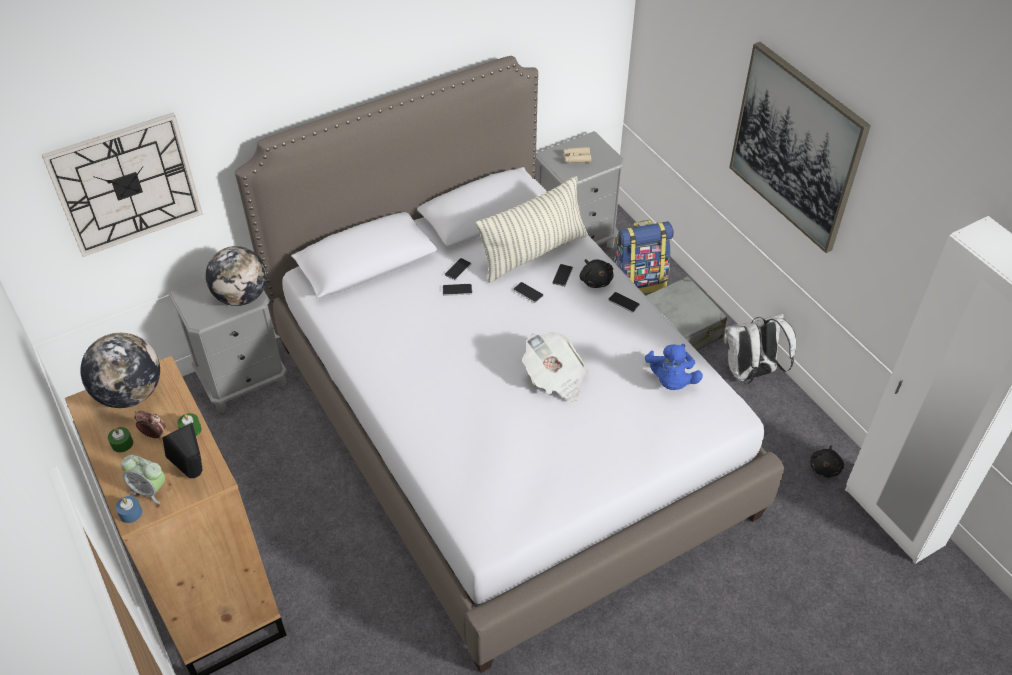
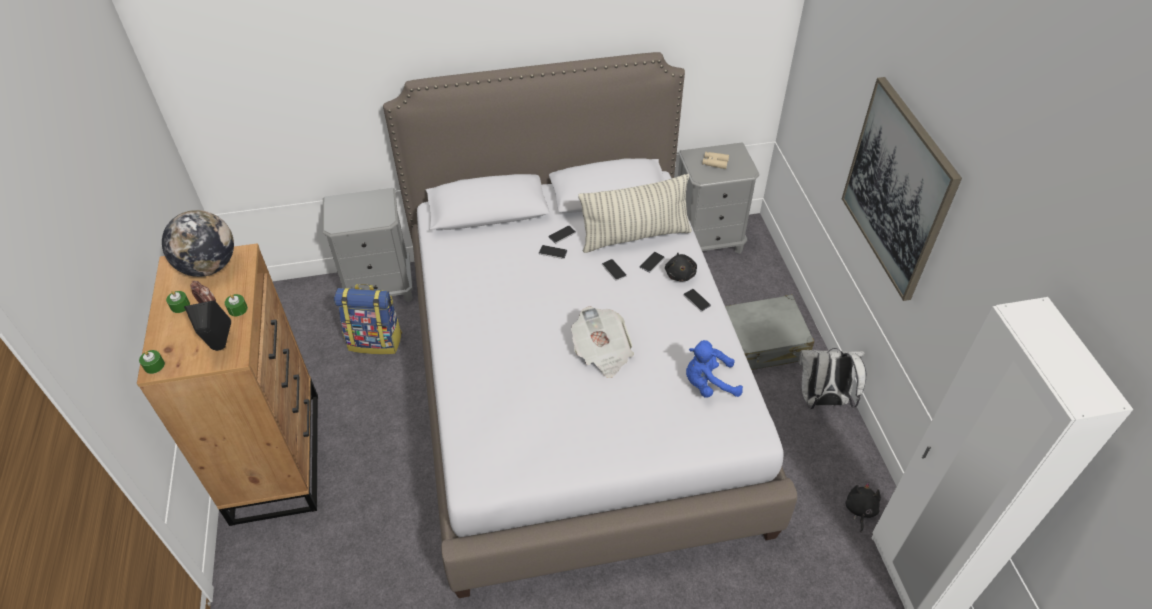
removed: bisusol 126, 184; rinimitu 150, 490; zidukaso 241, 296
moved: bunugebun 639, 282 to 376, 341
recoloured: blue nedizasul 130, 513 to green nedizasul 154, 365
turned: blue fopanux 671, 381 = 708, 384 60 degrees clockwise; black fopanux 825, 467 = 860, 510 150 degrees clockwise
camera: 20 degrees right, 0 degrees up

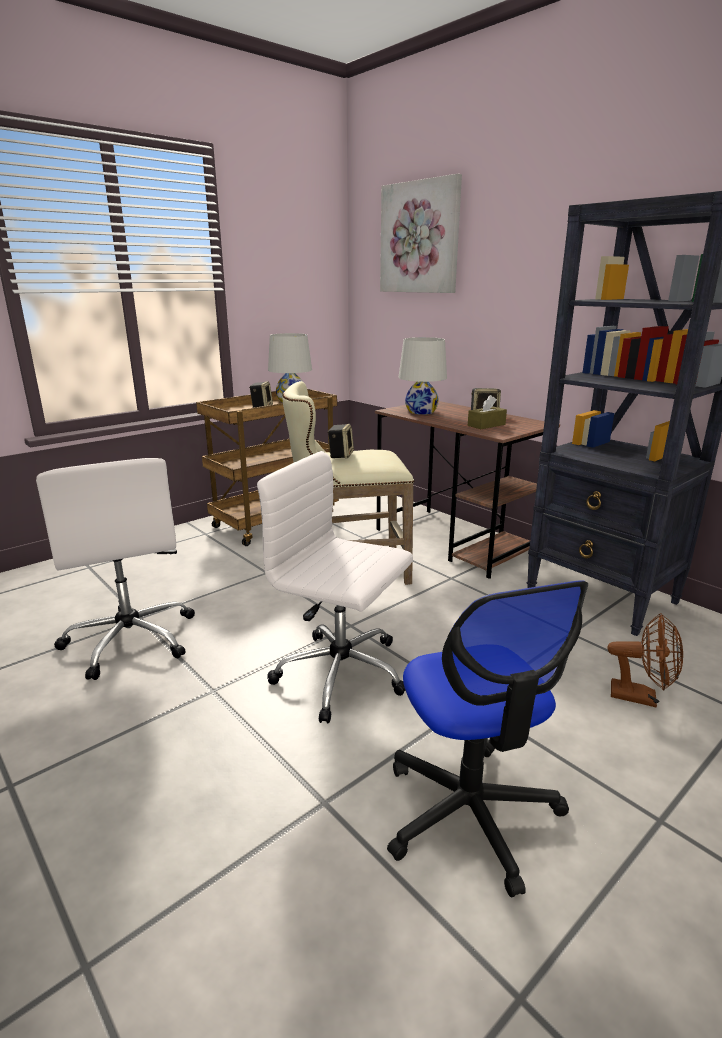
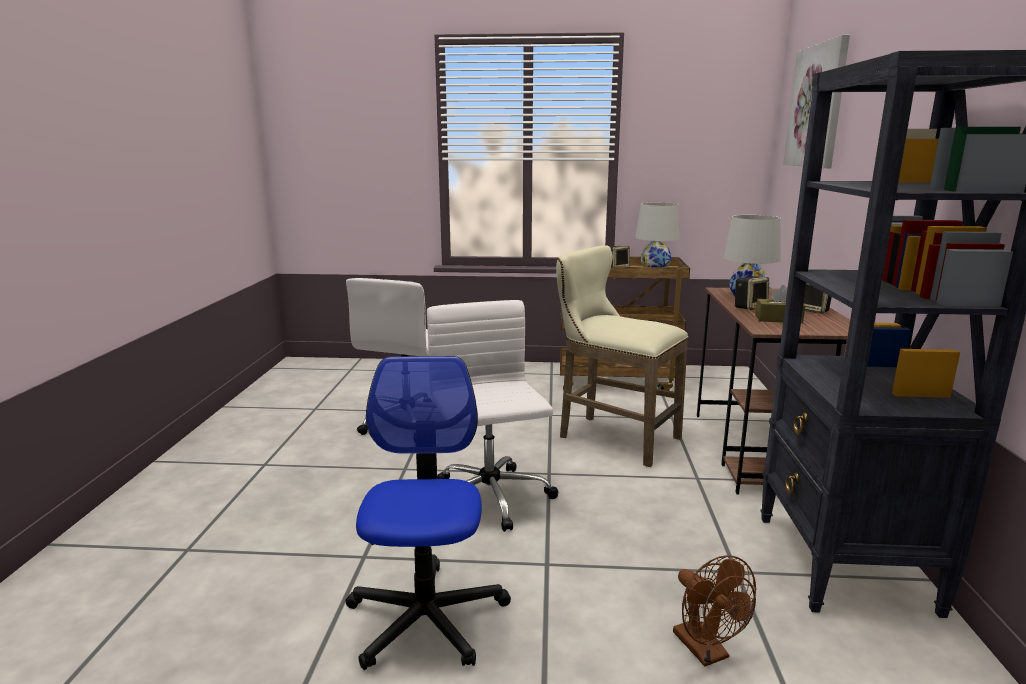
moved: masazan 340, 455 to 750, 307
turned: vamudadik 470, 813 = 426, 618 150 degrees clockwise
camera: 45 degrees right, 5 degrees down

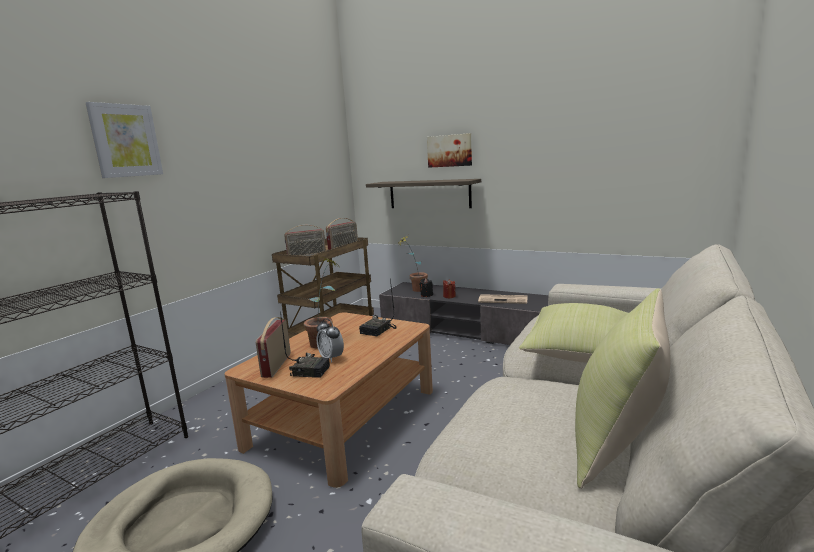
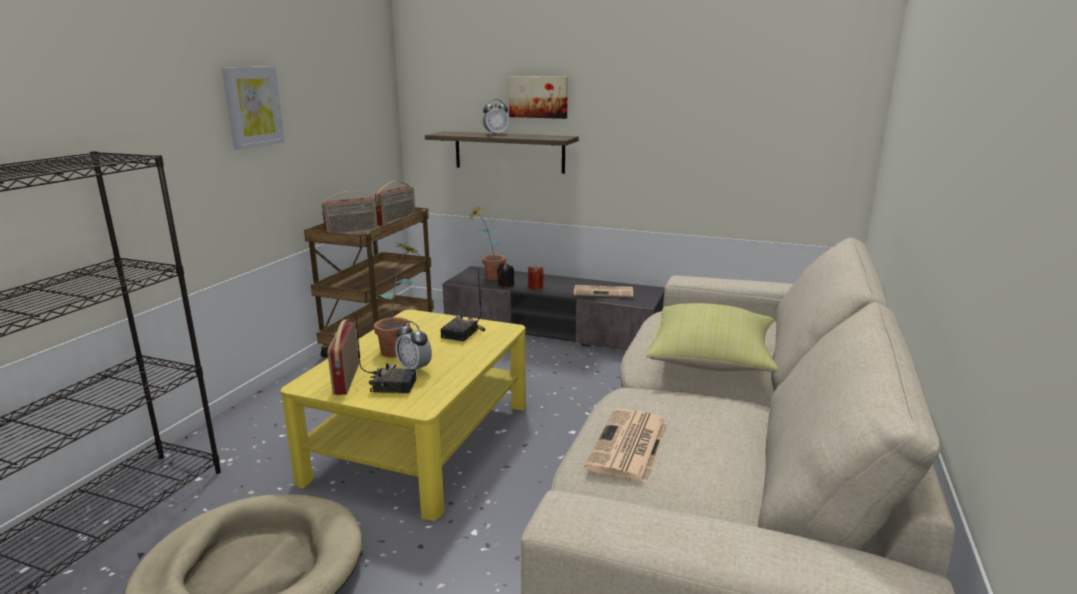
removed: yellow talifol 617, 442
added: rinimitu 496, 134; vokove 629, 446
moved: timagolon 125, 141 to 252, 107
recoloured: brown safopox 344, 417 to yellow safopox 422, 441
camera: 10 degrees left, 5 degrees up

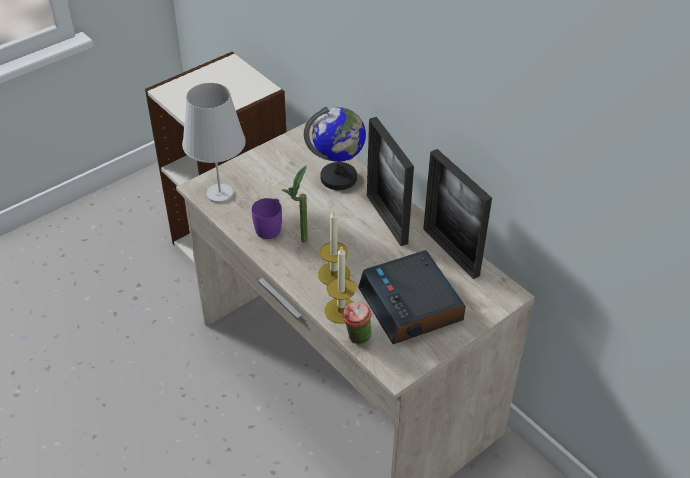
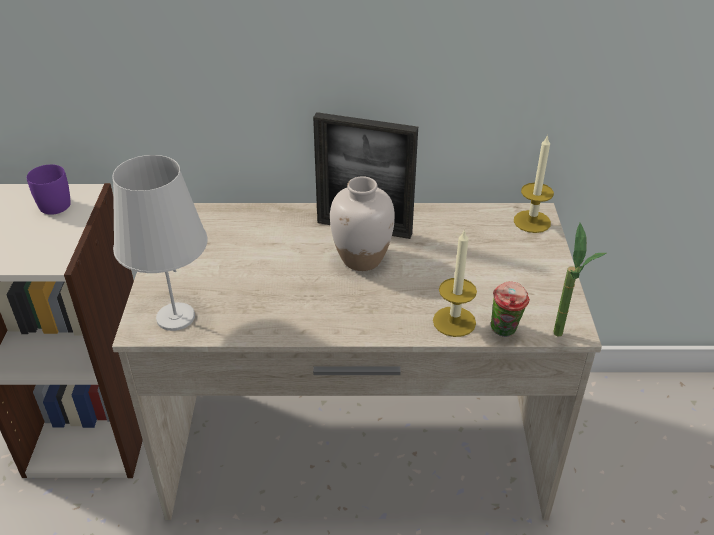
removed: zidukaso 339, 178; rinimitu 412, 305; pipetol 450, 252
added: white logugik 362, 259
moved: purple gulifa 270, 227 to 53, 202; nedizasul 334, 274 to 532, 221; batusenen 300, 244 to 563, 340
camera: 50 degrees left, 5 degrees down

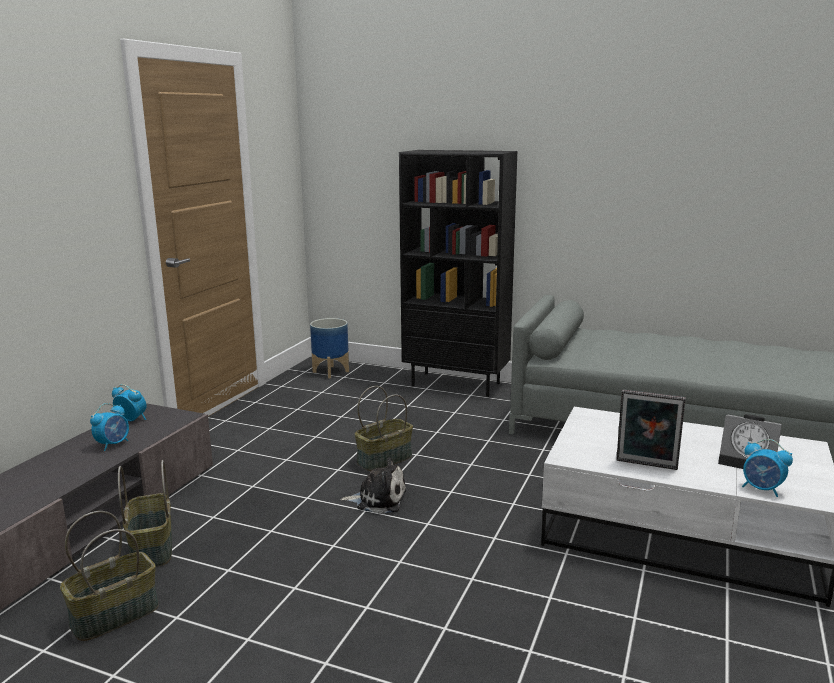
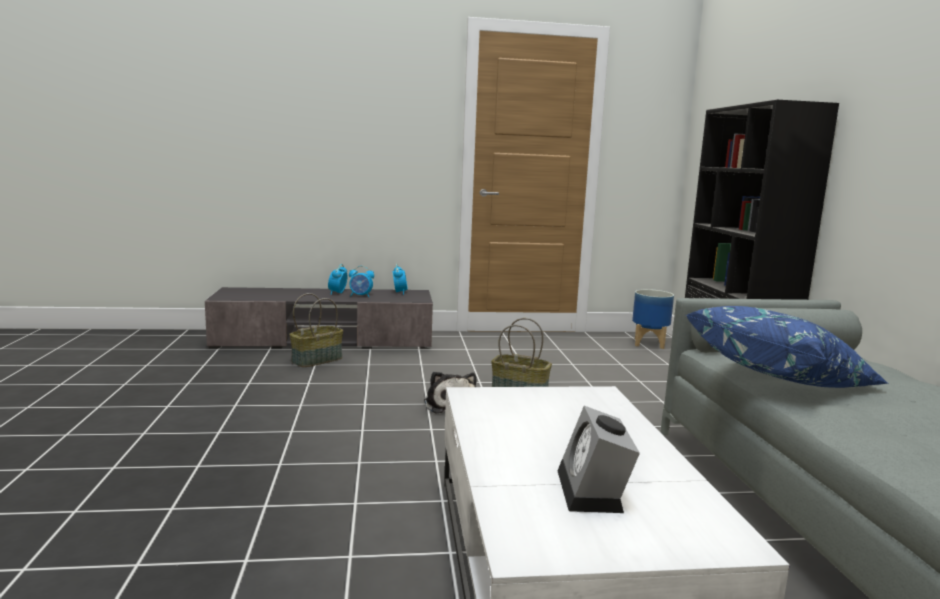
removed: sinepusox 115, 614; pipetol 646, 466
added: blue talifol 780, 380
moved: rinimitu 762, 489 to 337, 293
camera: 60 degrees right, 5 degrees down

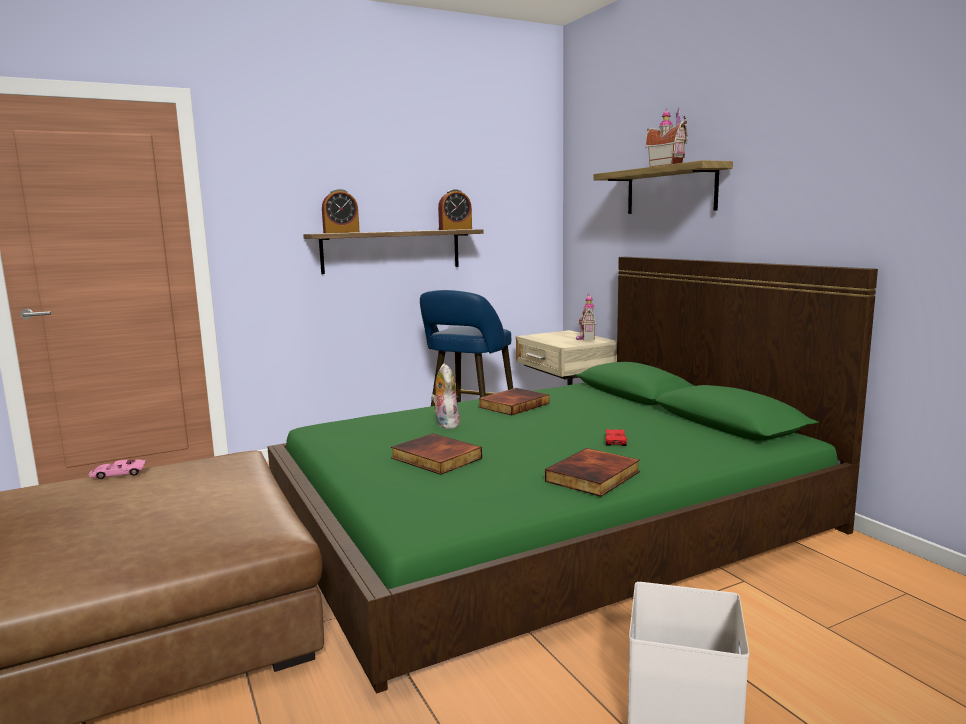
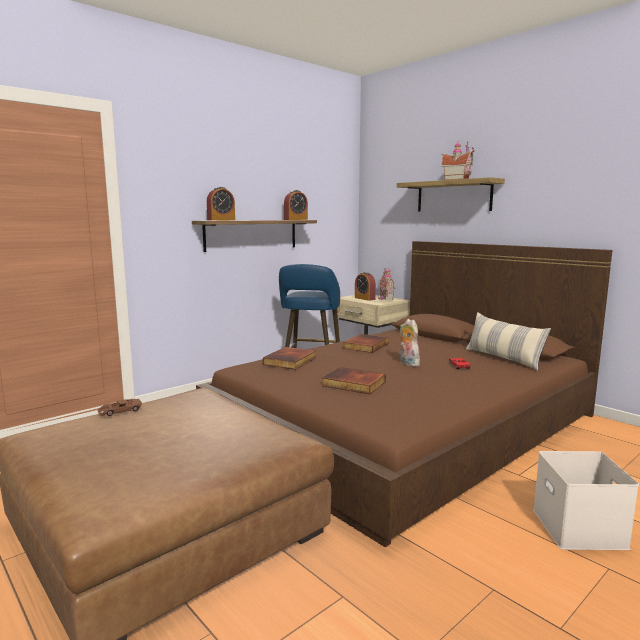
added: rinimitu 364, 298; talifol 503, 358
moved: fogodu 594, 477 to 290, 361; fopanux 445, 424 to 407, 363
recoloured: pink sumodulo 118, 474 to brown sumodulo 119, 411; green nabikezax 546, 519 to brown nabikezax 405, 424
camera: 15 degrees left, 0 degrees up

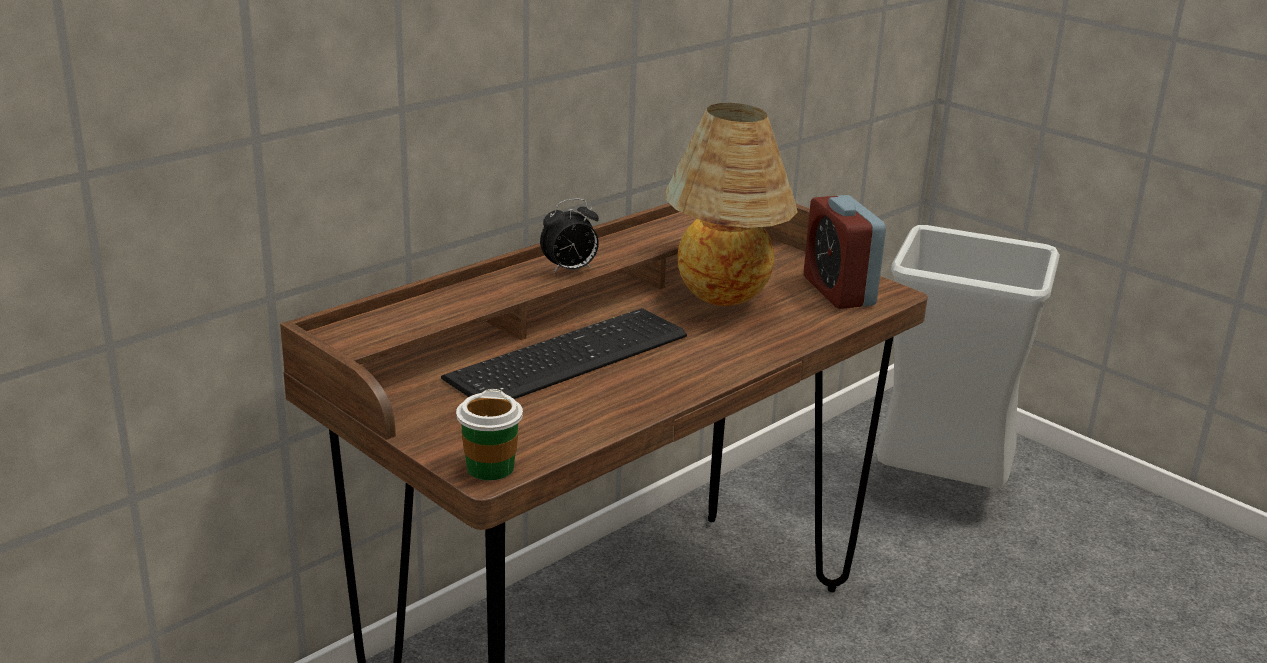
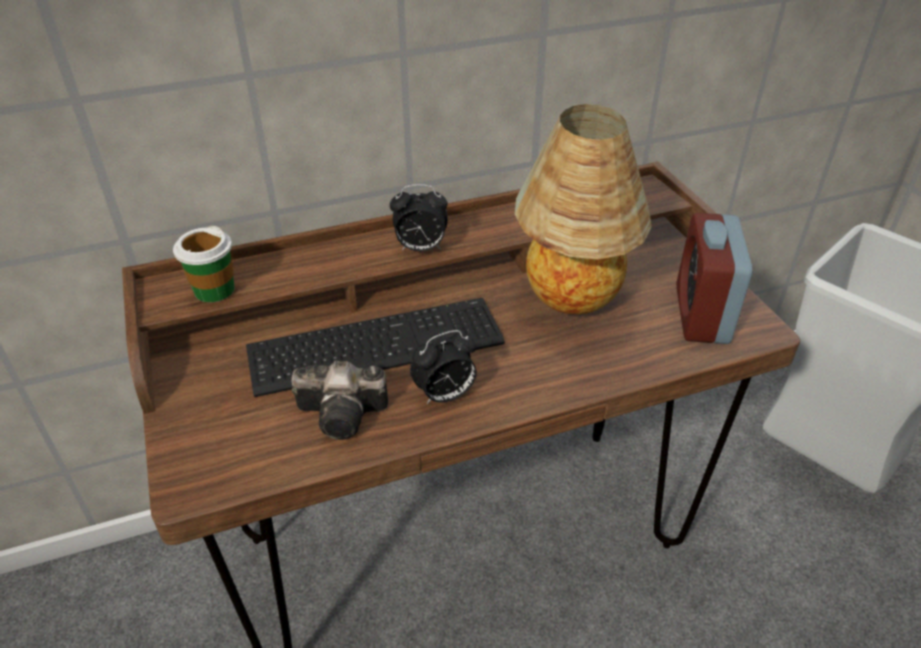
added: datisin 346, 414; rinimitu 445, 396
moved: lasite 490, 468 to 214, 290
camera: 25 degrees right, 15 degrees up

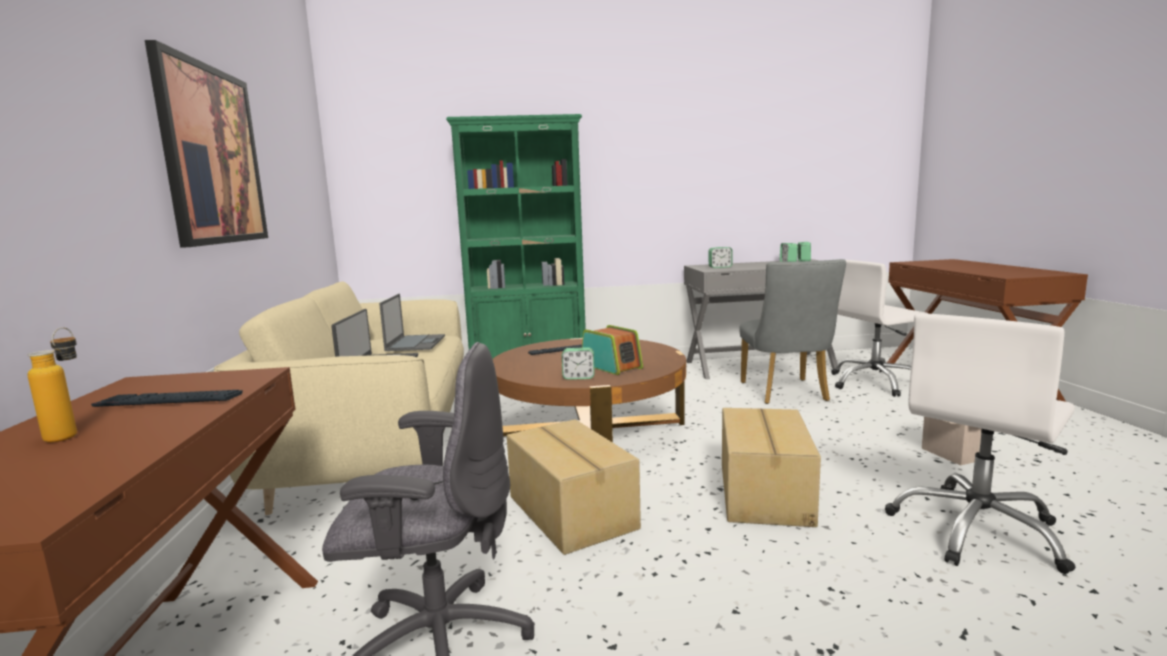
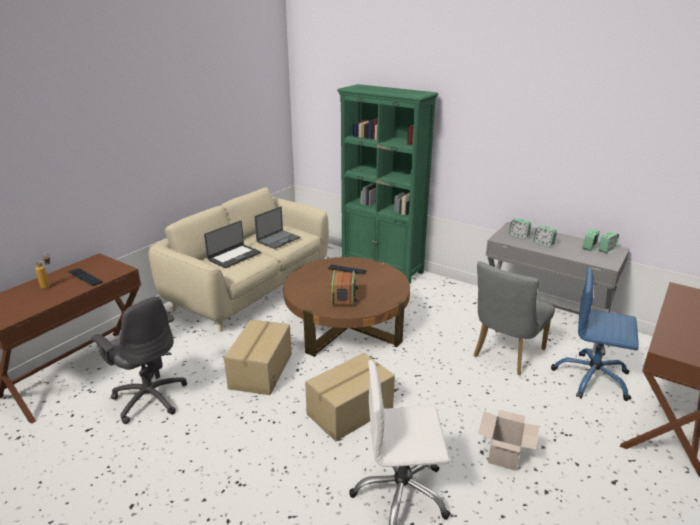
removed: timagolon 212, 156
moved: rinimitu 578, 377 to 543, 243
recoloured: white vamudadik 874, 383 to blue vamudadik 592, 378
camera: 40 degrees right, 15 degrees up

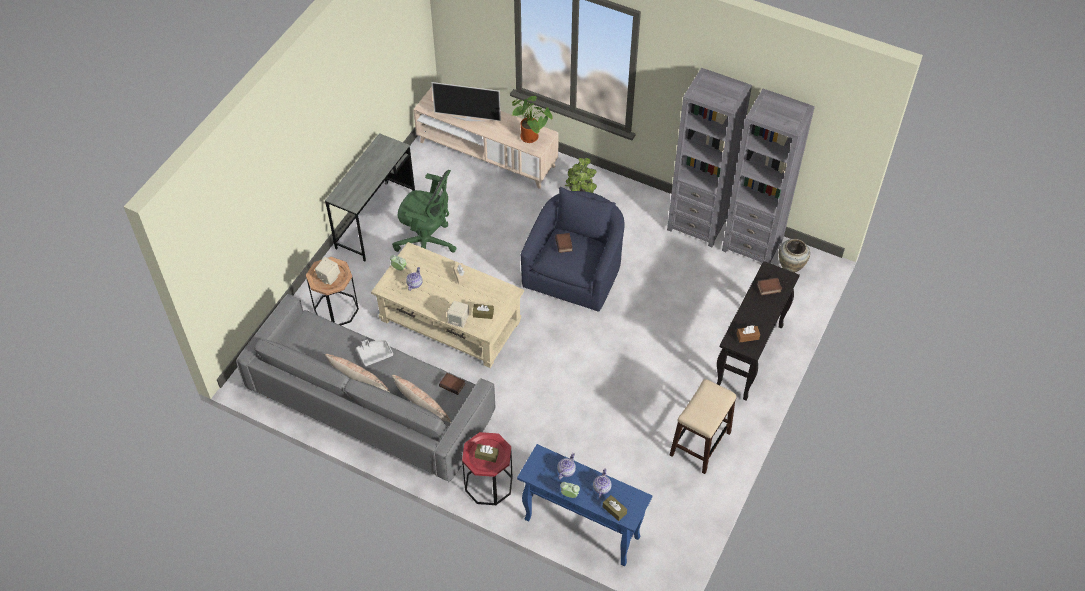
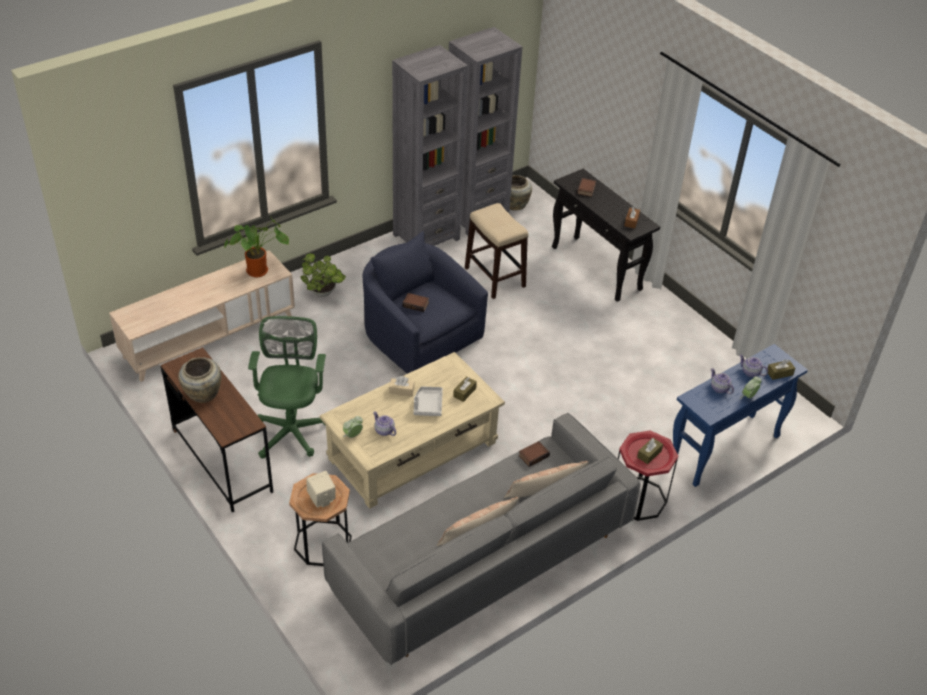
removed: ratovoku 468, 118; beige masazan 459, 321
added: beige logugik 202, 395
moved: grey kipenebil 375, 354 to 428, 405; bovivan 700, 443 to 494, 277
recoloured: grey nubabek 376, 221 to brown nubabek 222, 461
turned: green vamudadik 427, 243 = 292, 429 45 degrees counterclockwise
camera: 65 degrees left, 10 degrees down

